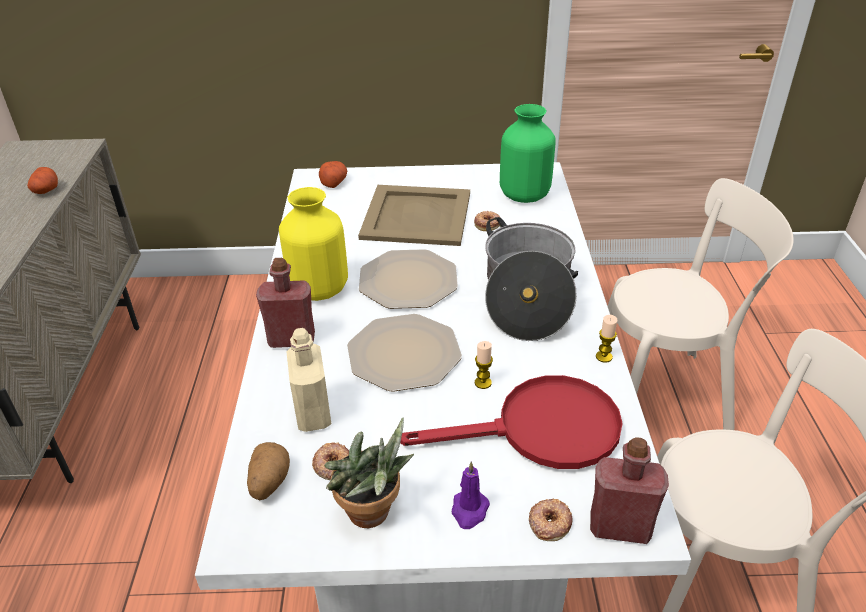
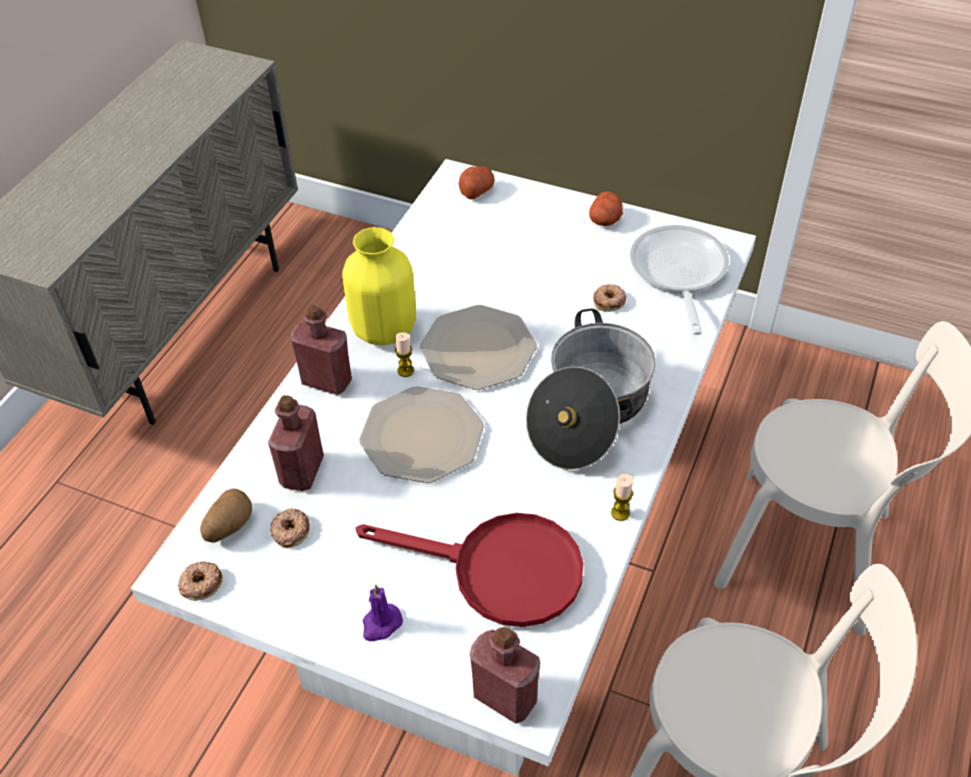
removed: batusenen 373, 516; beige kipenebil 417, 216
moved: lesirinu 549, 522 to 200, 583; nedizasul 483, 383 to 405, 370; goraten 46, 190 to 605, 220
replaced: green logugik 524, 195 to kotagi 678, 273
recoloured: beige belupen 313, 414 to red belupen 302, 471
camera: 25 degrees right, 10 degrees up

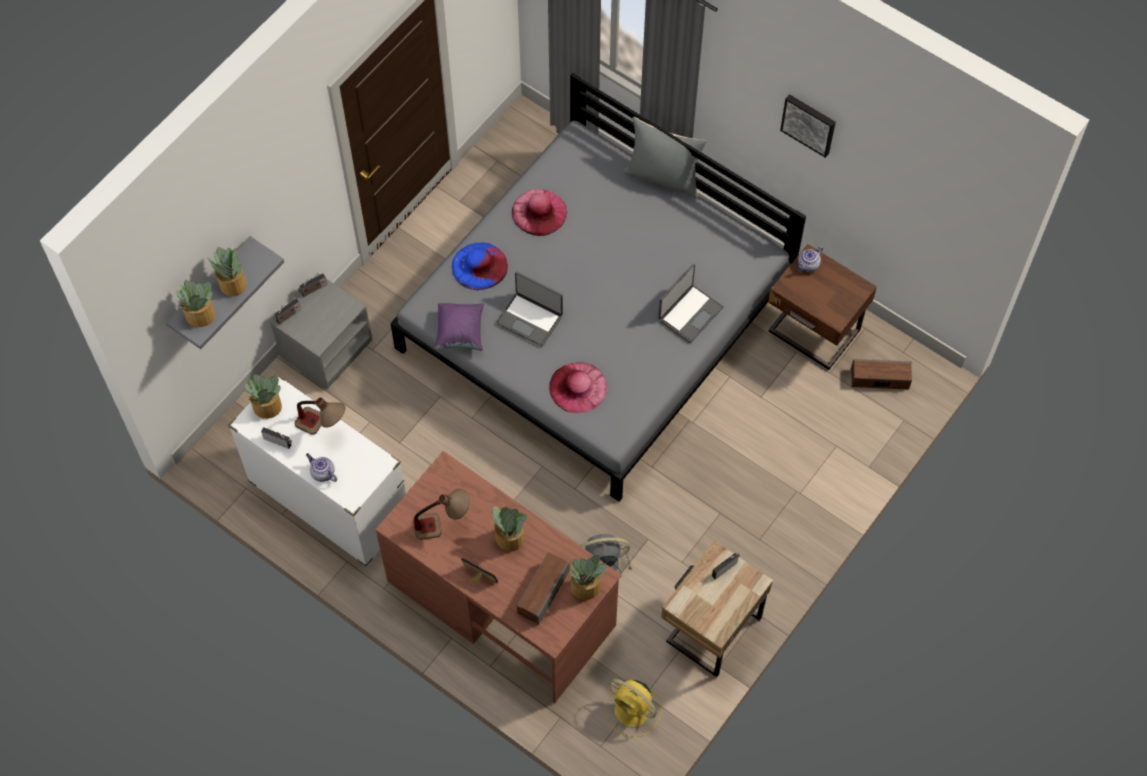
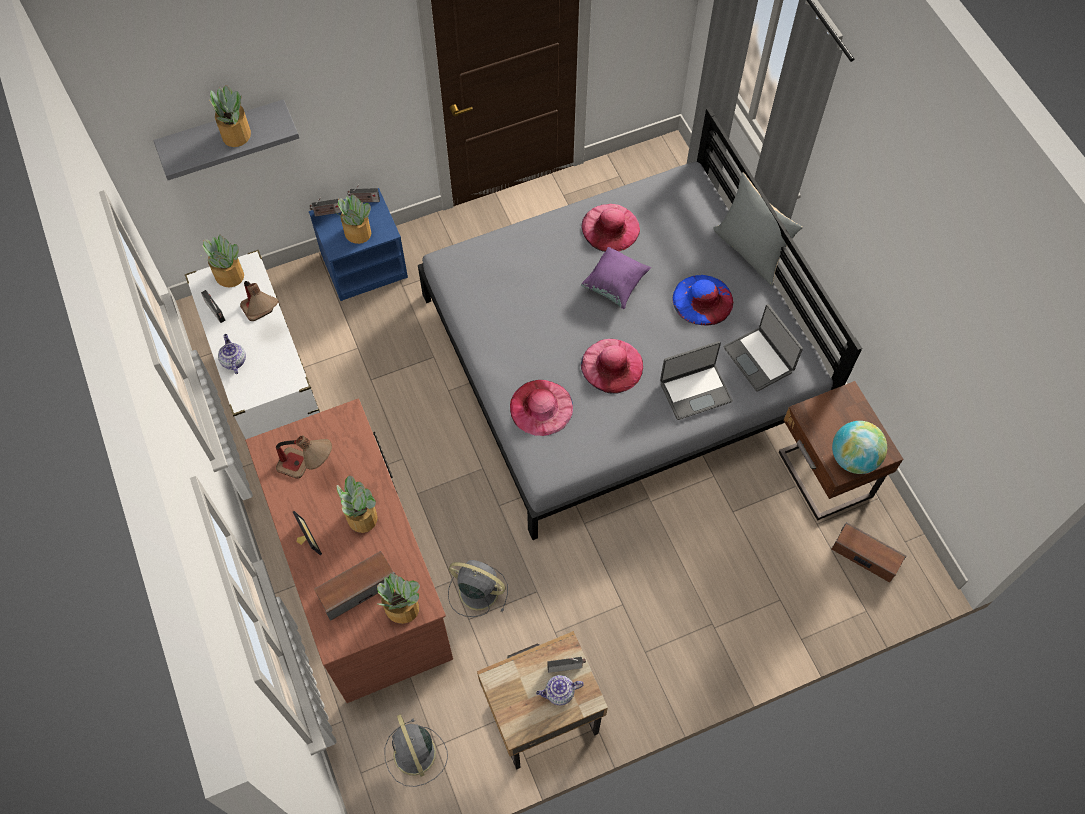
removed: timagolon 809, 124
added: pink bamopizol 612, 365; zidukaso 853, 458
moved: batusenen 201, 315 to 358, 233; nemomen 808, 265 to 559, 693; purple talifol 460, 333 to 614, 285; blue bamopizol 479, 266 to 702, 300; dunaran 530, 319 to 759, 359
recoloured: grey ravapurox 326, 347 to blue ravapurox 364, 265; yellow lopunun 633, 710 to grey lopunun 415, 755
camera: 30 degrees right, 0 degrees up

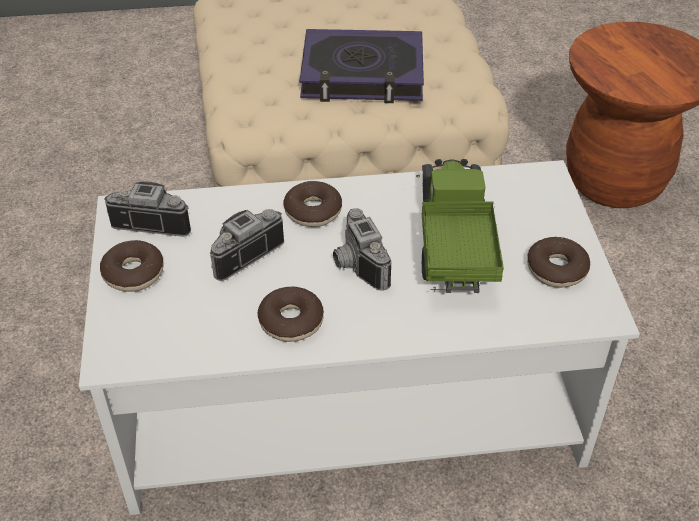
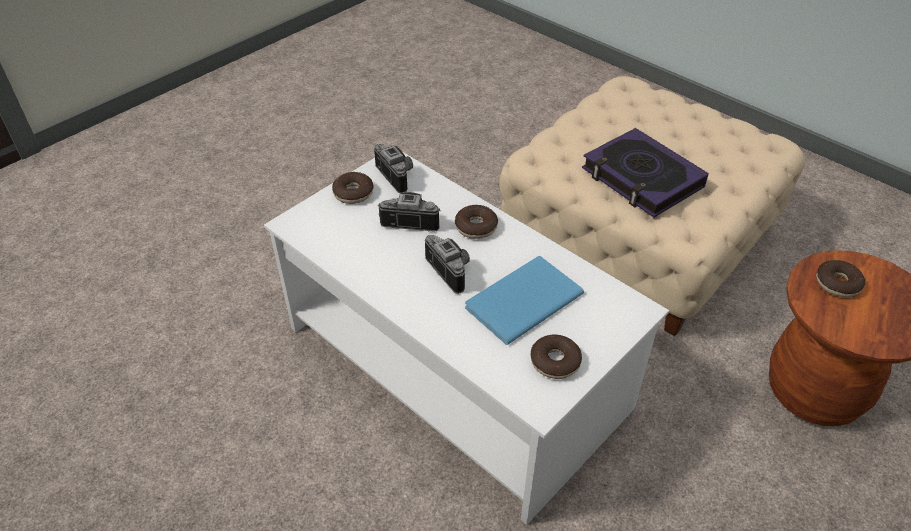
moved: lesirinu 291, 321 to 837, 284
replaced: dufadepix 452, 244 to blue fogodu 519, 300
turned: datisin 356, 266 = 452, 270 120 degrees clockwise
camera: 50 degrees right, 0 degrees up

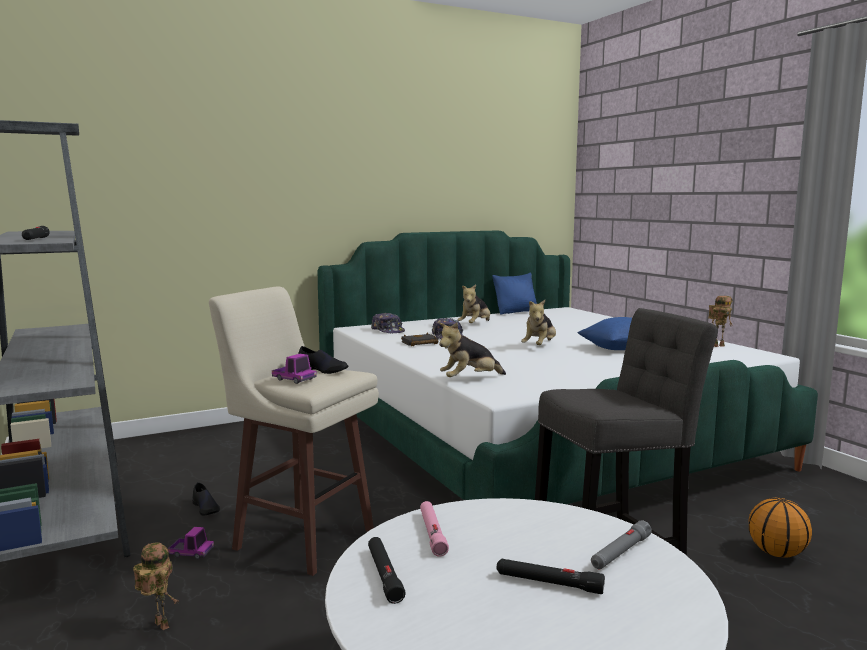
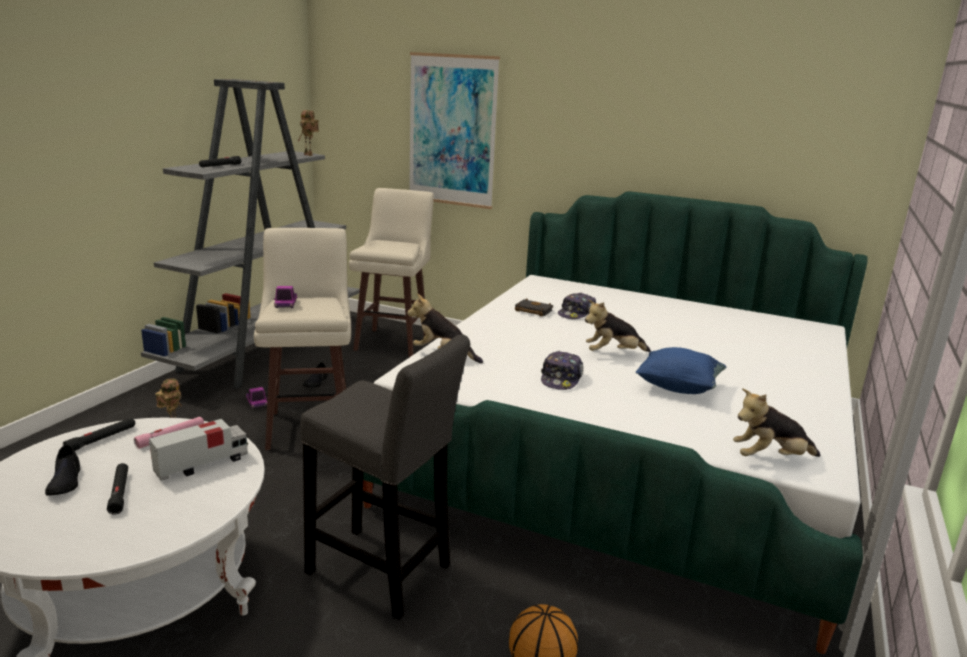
removed: blue talifol 516, 312; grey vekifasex 620, 553
added: dufadepix 202, 464; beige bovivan 393, 342; timagolon 452, 131
moved: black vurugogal 322, 370 to 65, 481; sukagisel 718, 345 to 309, 155; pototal 388, 330 to 561, 379; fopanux 475, 325 to 770, 458
camera: 50 degrees right, 10 degrees up

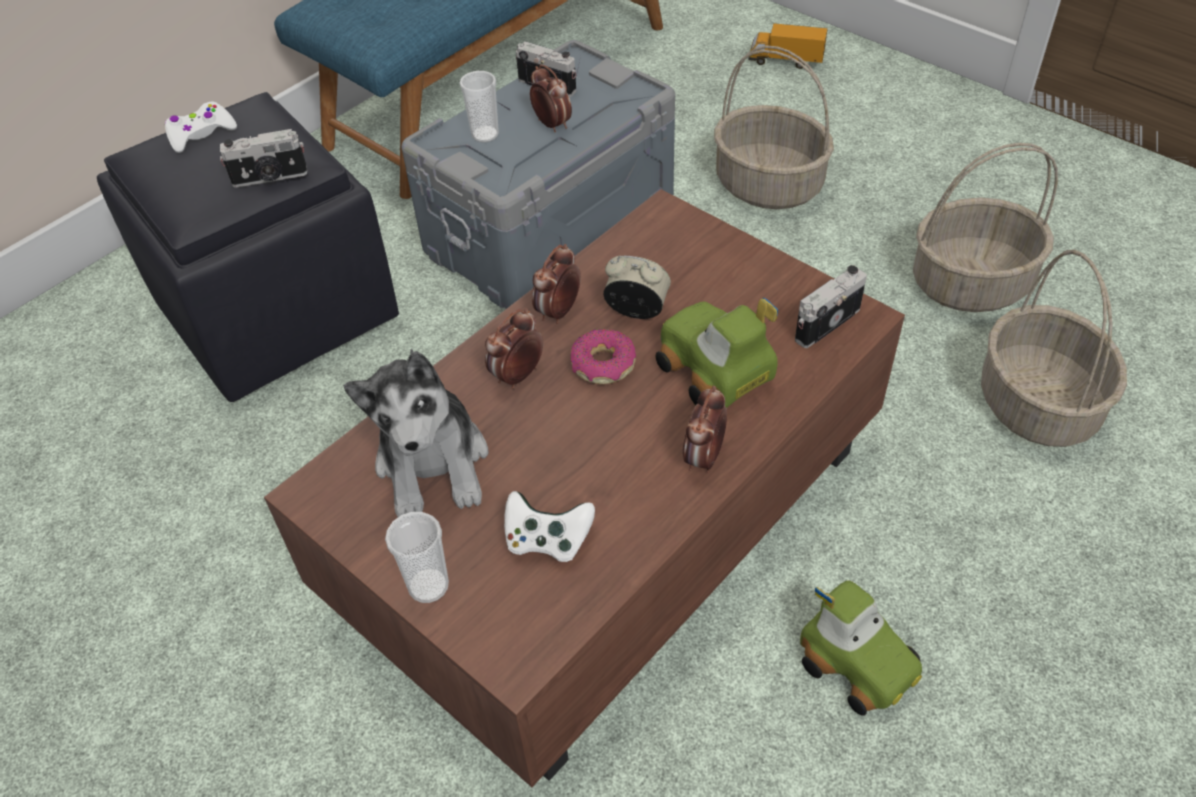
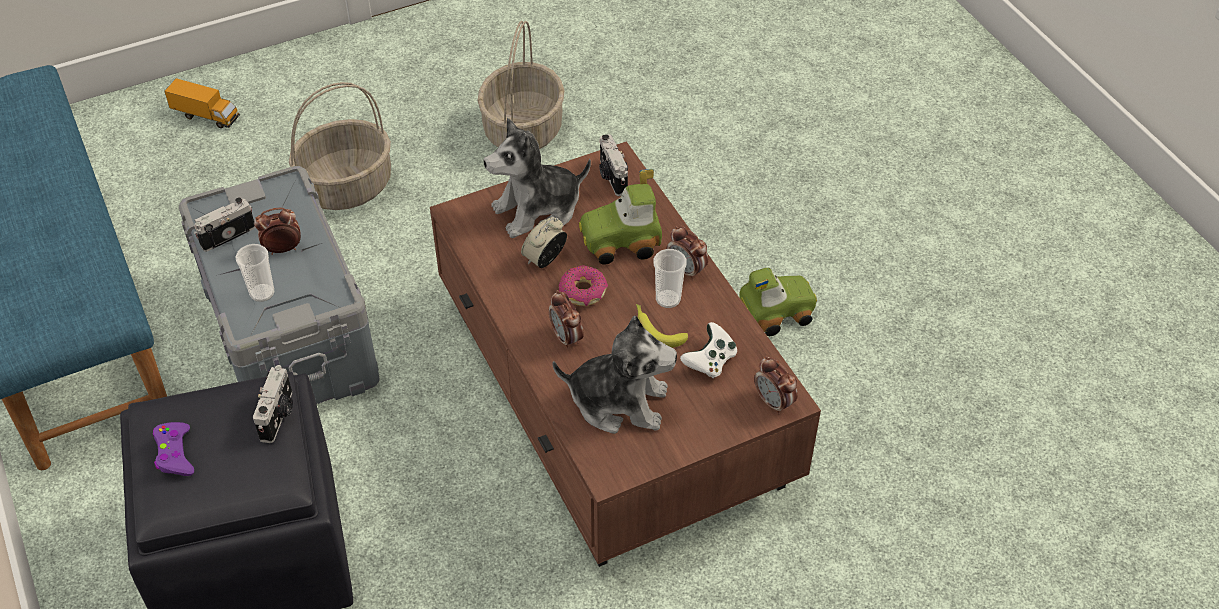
removed: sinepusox 1035, 404
added: fopanux 537, 210; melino 657, 329
moved: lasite 428, 586 to 668, 299; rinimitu 558, 312 to 773, 402
recoloured: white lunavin 201, 134 to purple lunavin 175, 454
turned: dufadepix 785, 61 = 206, 116 105 degrees counterclockwise
camera: 70 degrees left, 0 degrees up

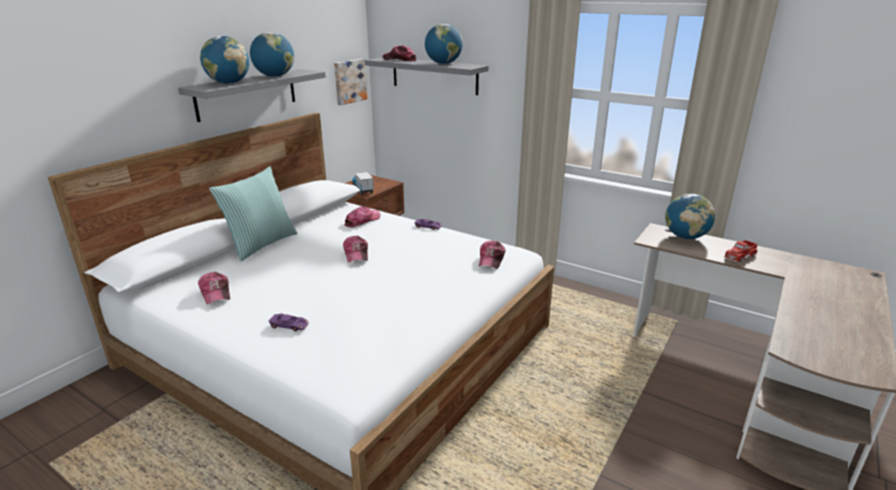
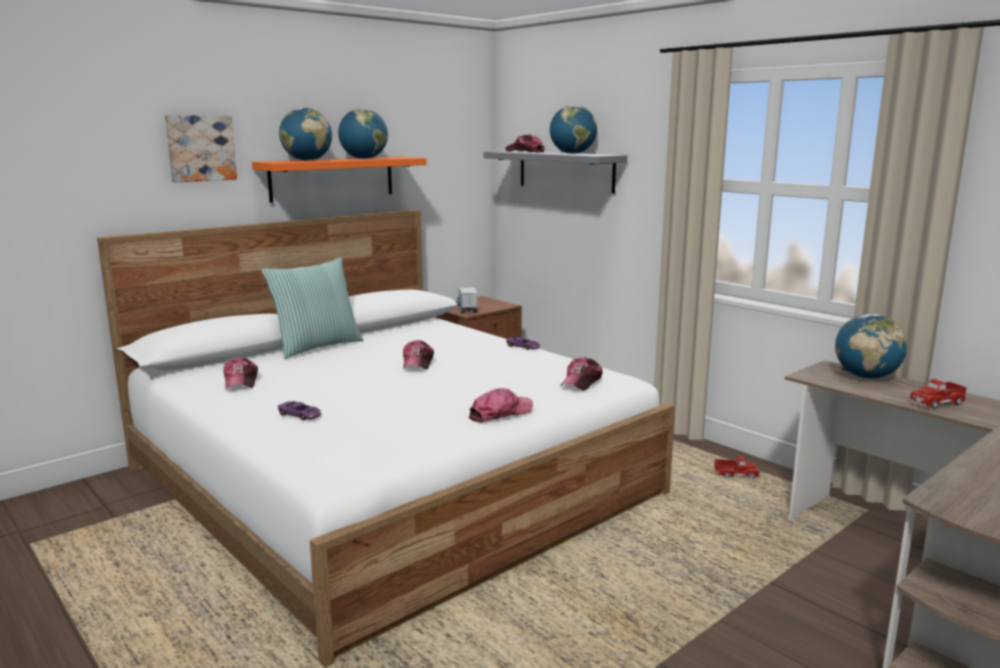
added: dufadepix 736, 474
moved: timagolon 349, 81 to 200, 148; pototal 362, 221 to 500, 413
recoloured: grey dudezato 247, 94 to orange dudezato 332, 178
camera: 15 degrees right, 10 degrees down

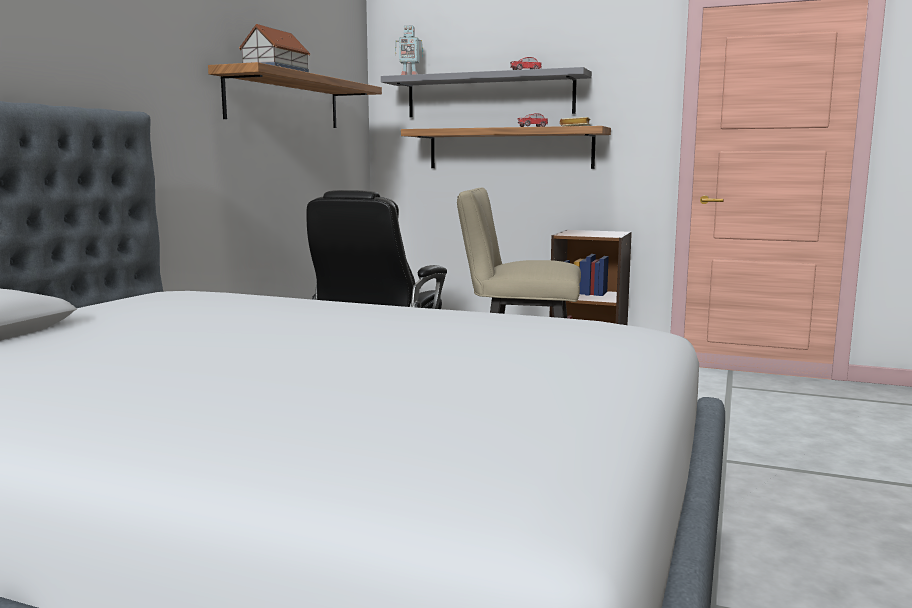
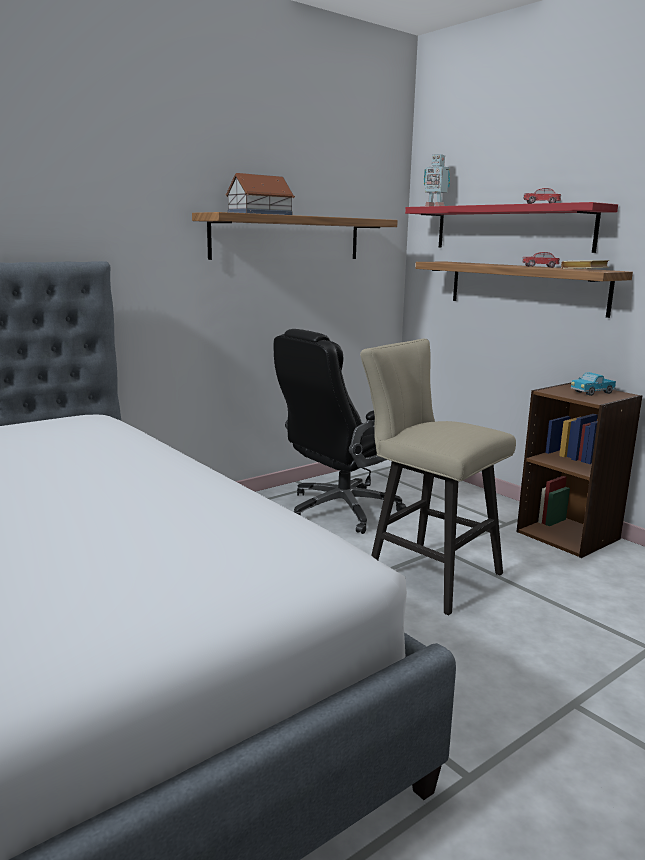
added: dufadepix 592, 392
recoloured: grey dudezato 489, 95 to red dudezato 511, 228
camera: 30 degrees right, 5 degrees up

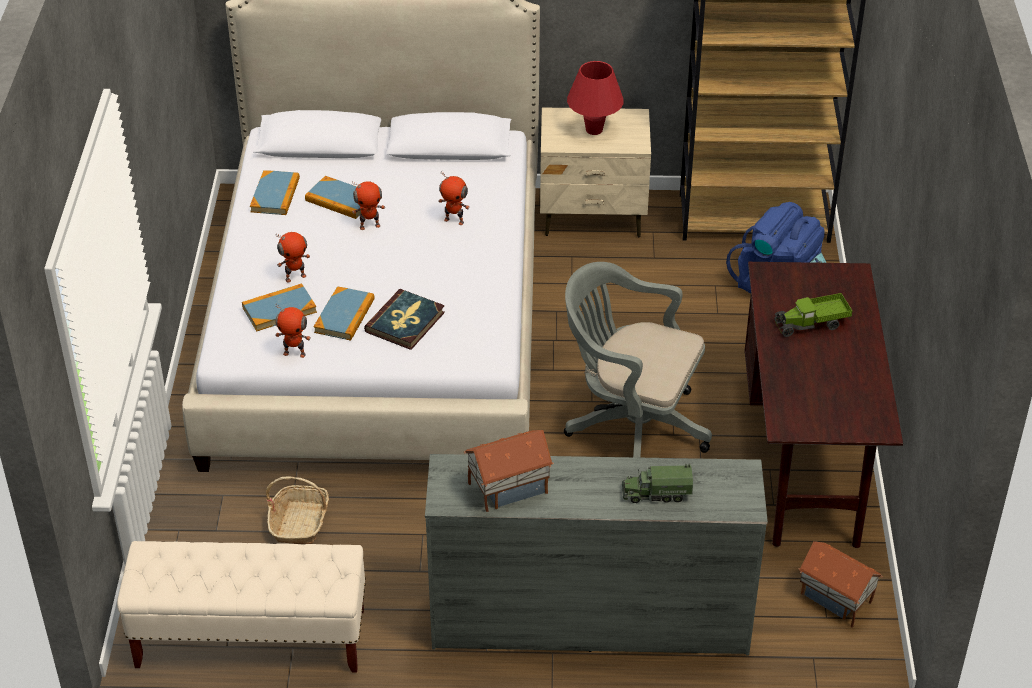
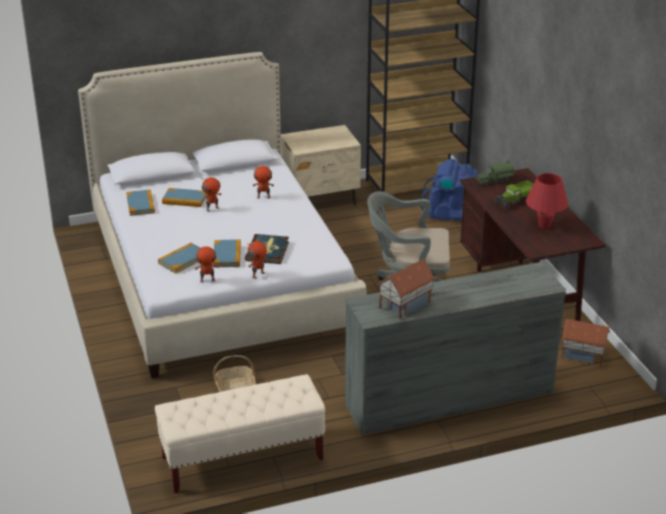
moved: sukagisel 295, 277 to 258, 274; dufadepix 656, 493 to 494, 180; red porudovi 594, 130 to 544, 225
camera: 20 degrees left, 10 degrees down

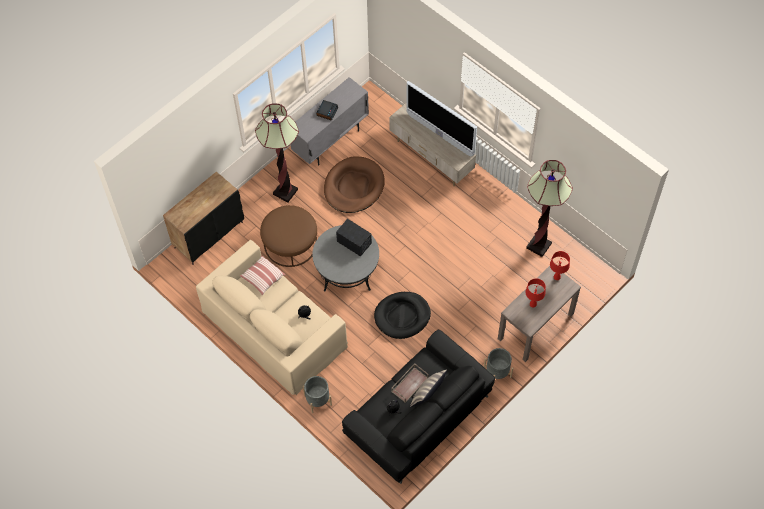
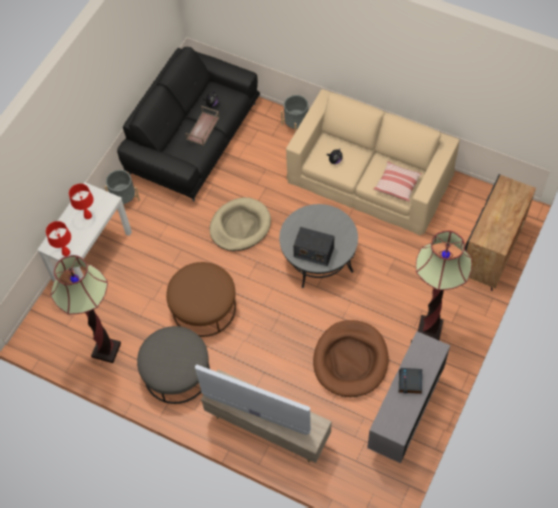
removed: talifol 427, 396
added: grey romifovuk 176, 372
moved: brown romifovuk 290, 243 to 203, 307
recoloured: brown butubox 535, 326 to white butubox 93, 256; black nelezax 402, 316 to beige nelezax 240, 226
camera: 165 degrees right, 0 degrees up

